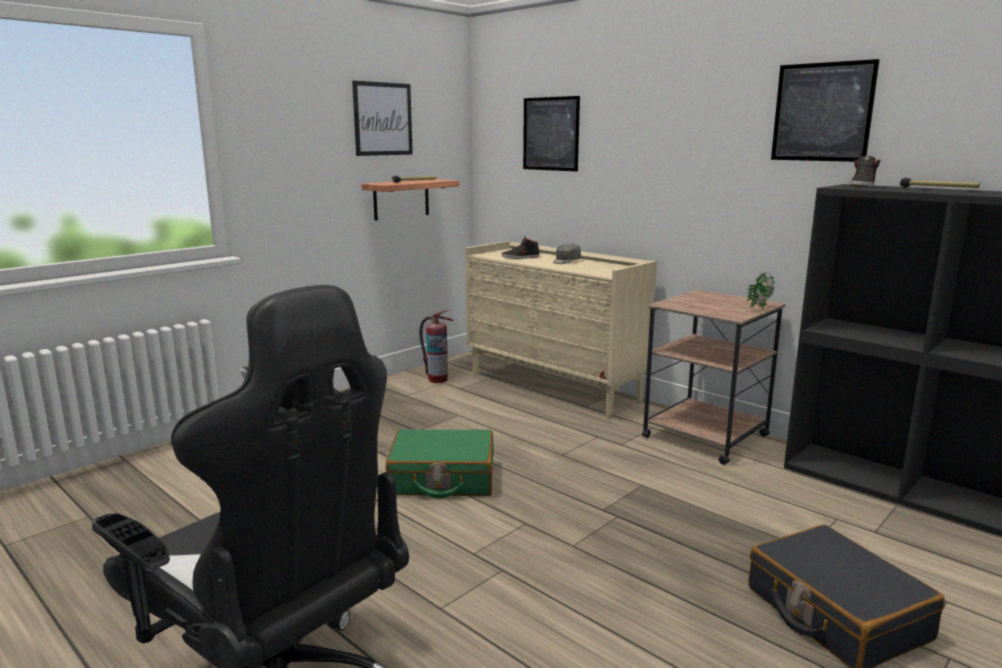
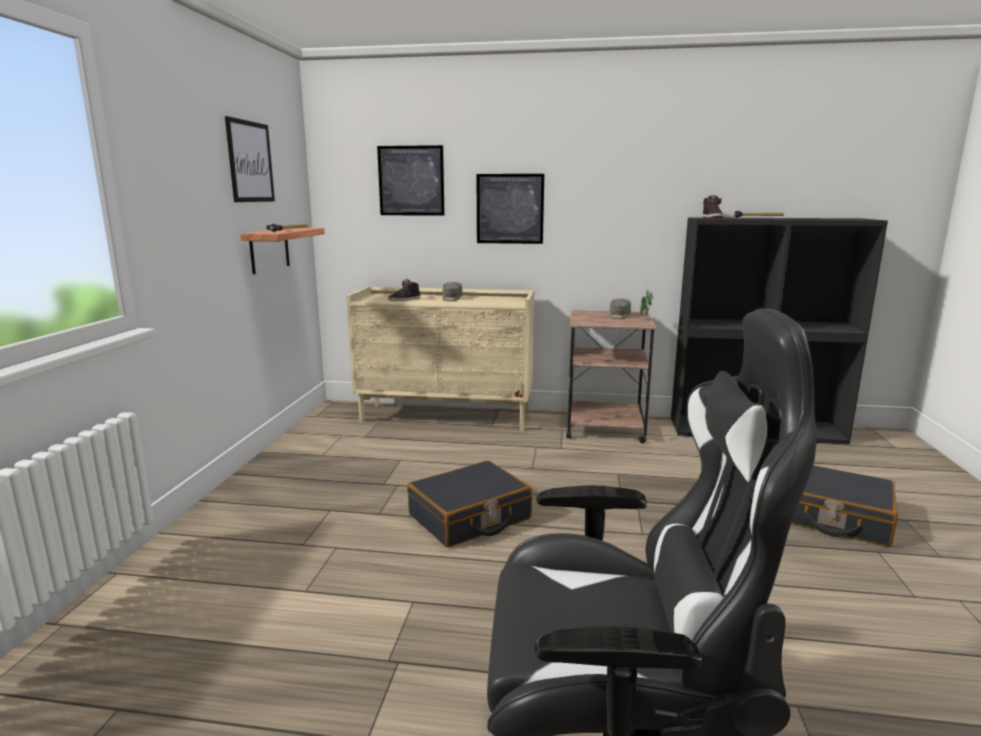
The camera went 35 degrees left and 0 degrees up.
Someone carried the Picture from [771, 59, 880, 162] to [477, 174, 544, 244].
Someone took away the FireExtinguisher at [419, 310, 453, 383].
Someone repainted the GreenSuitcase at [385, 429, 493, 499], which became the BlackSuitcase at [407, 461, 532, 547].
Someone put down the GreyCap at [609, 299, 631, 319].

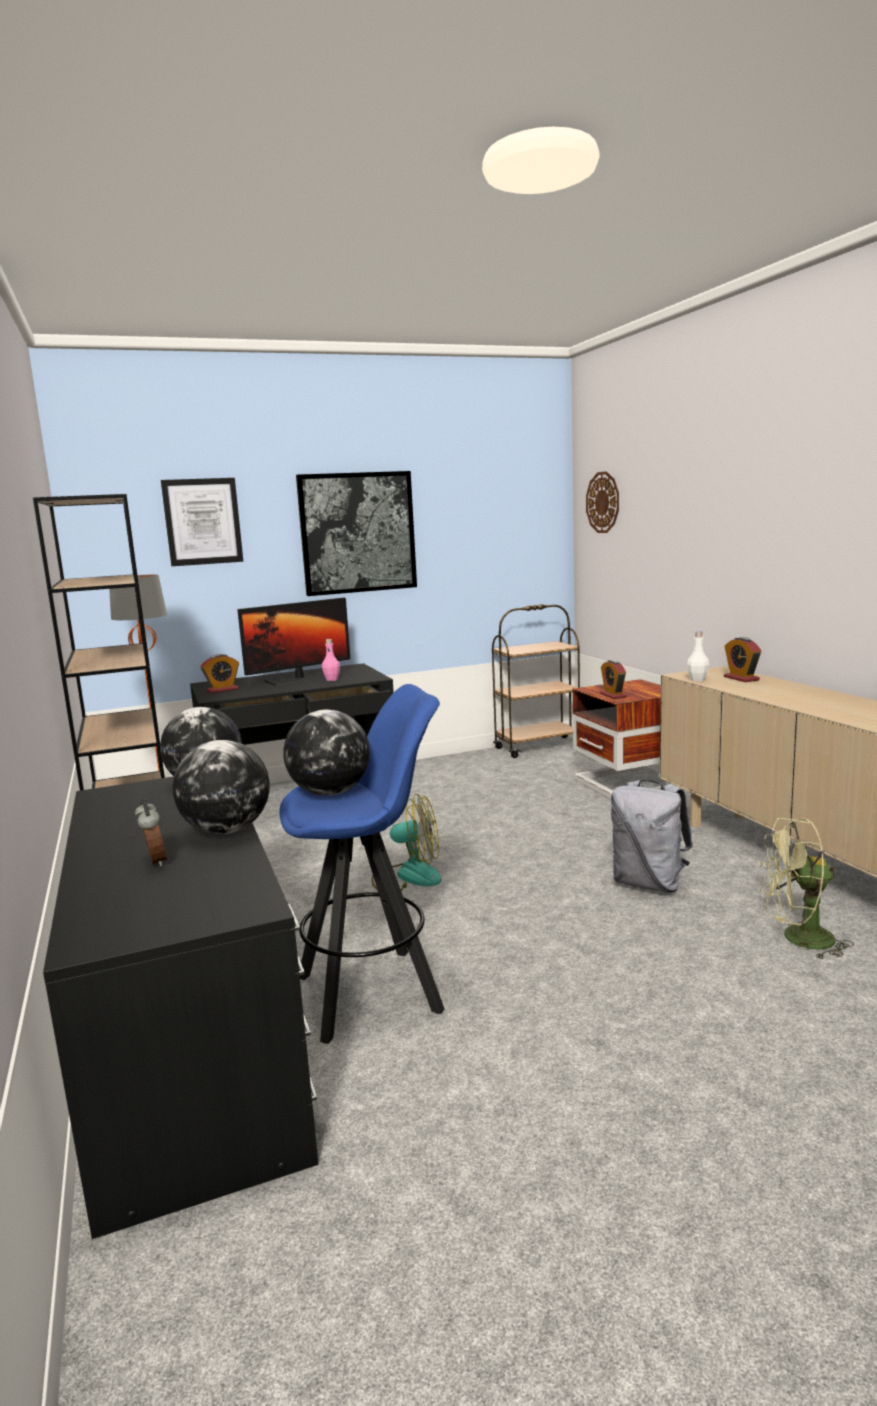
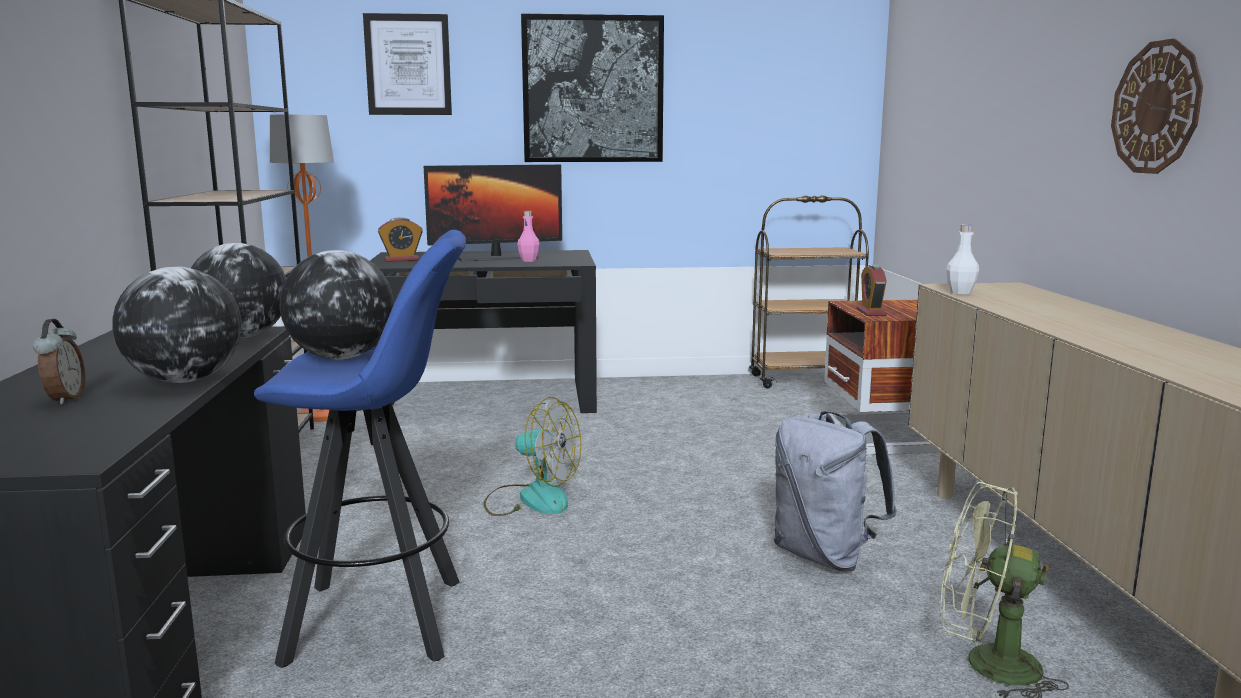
The camera went 15 degrees right and 0 degrees up.
Someone carried the WallClock from [586, 471, 619, 533] to [1111, 38, 1203, 174].
Someone took away the AlarmClock at [724, 637, 761, 682].

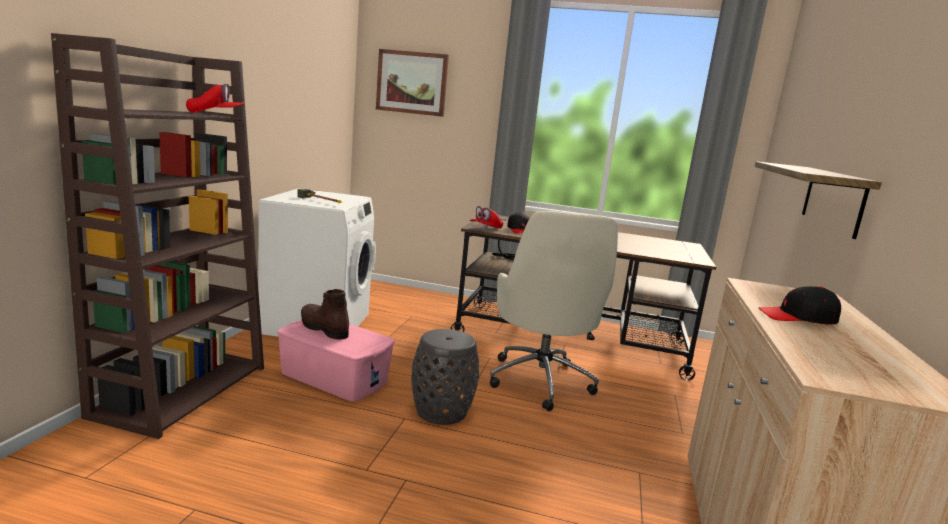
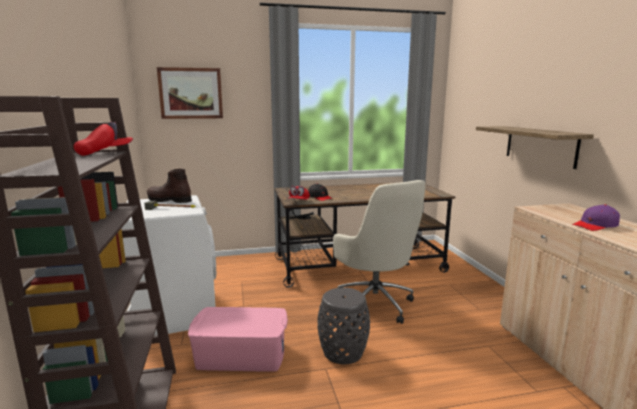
The camera went 25 degrees left and 0 degrees up.
Someone repainted the BlackCap at [758, 286, 841, 325], which became the PurpleCap at [572, 204, 620, 231].
Someone carried the BrownBoot from [301, 289, 349, 340] to [147, 169, 192, 203].

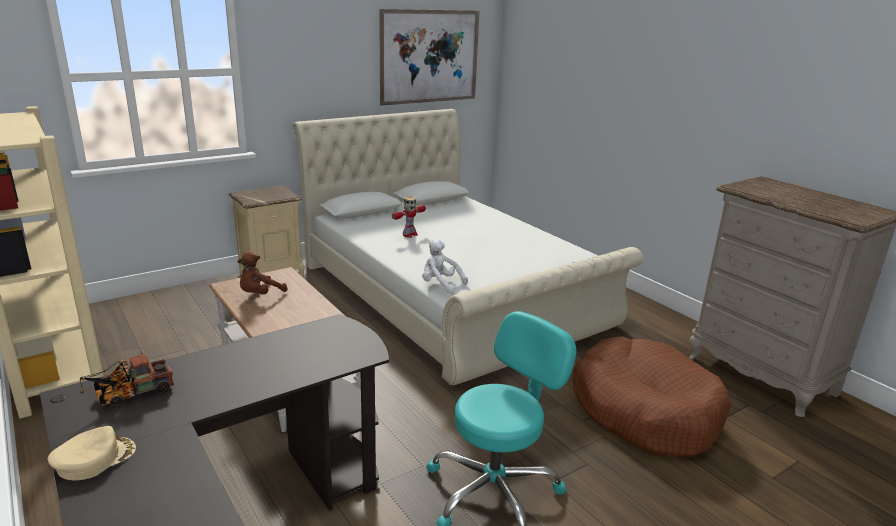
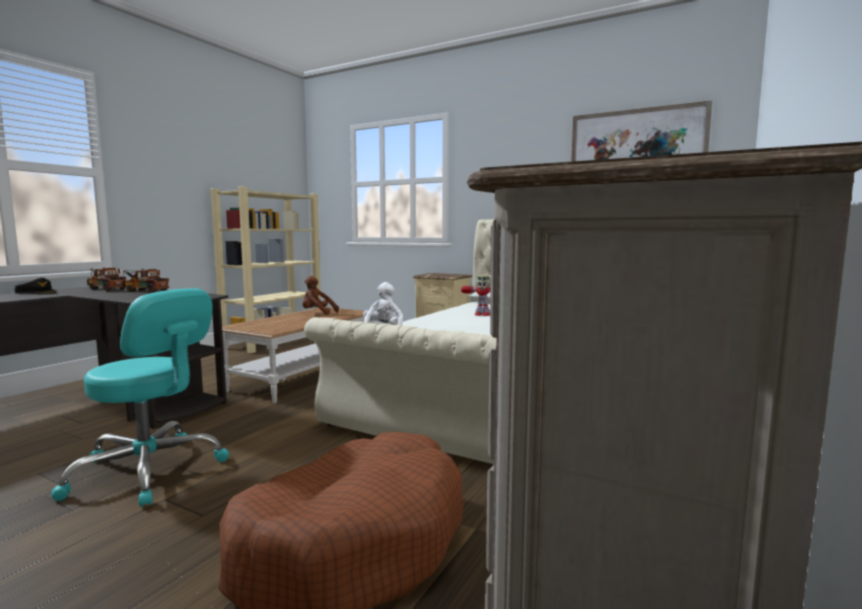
The camera went 65 degrees right and 15 degrees down.
Someone repainted the BeigeCap at [48, 426, 136, 480], which became the BlackCap at [14, 278, 57, 294].
Someone put down the ToyTruck at [123, 269, 169, 293].

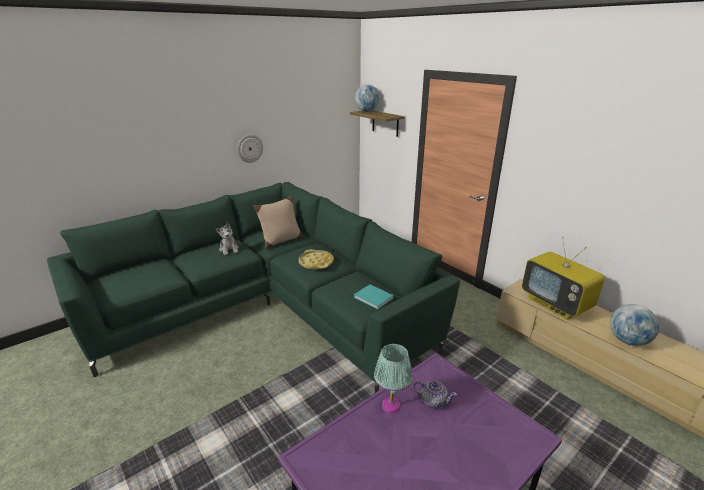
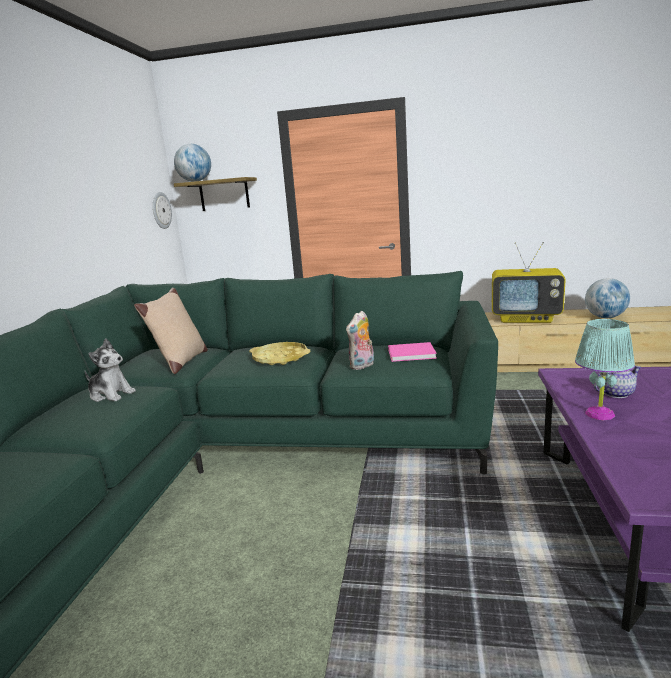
The camera went 40 degrees left and 10 degrees down.
Someone carried the WallClock from [237, 134, 263, 163] to [153, 192, 172, 229].
Someone repainted the TurquoiseBook at [354, 285, 394, 310], which became the PinkBook at [388, 342, 437, 362].
Someone put down the PlushToy at [346, 311, 374, 370].

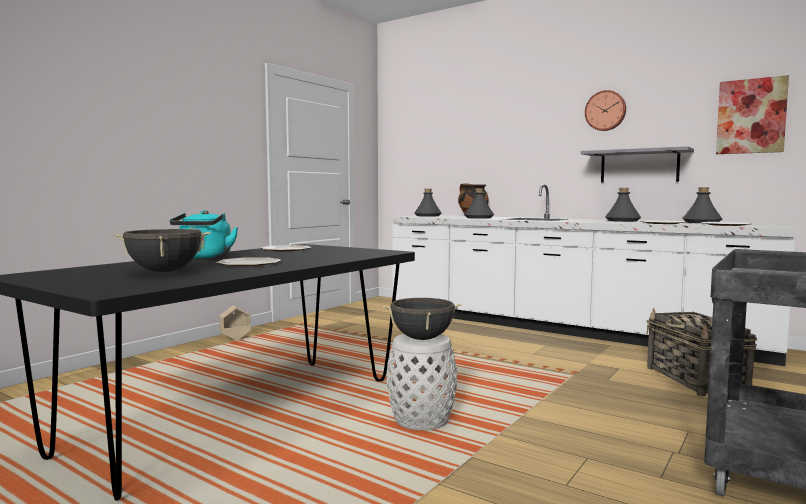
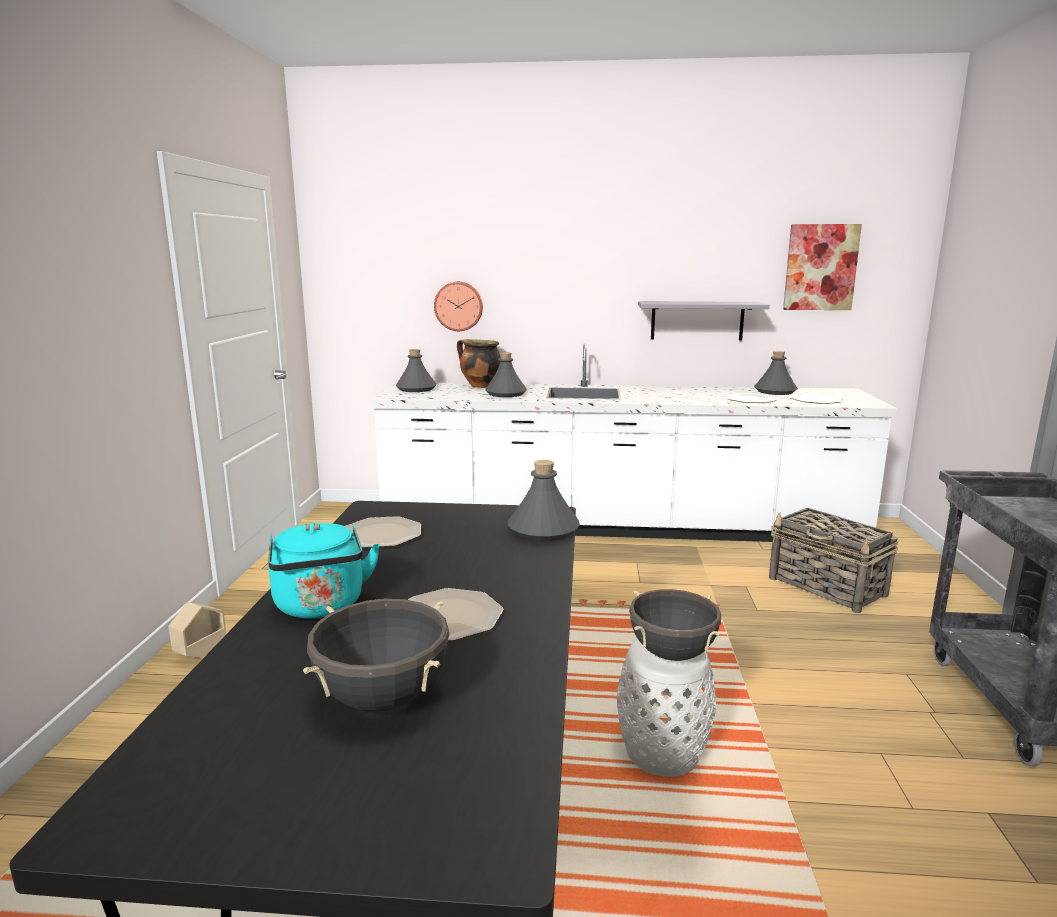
The camera went 30 degrees left and 10 degrees up.
Someone carried the WallClock from [585, 90, 626, 131] to [434, 282, 483, 331].
Someone carried the GreyBottle from [605, 188, 641, 222] to [508, 460, 580, 541].

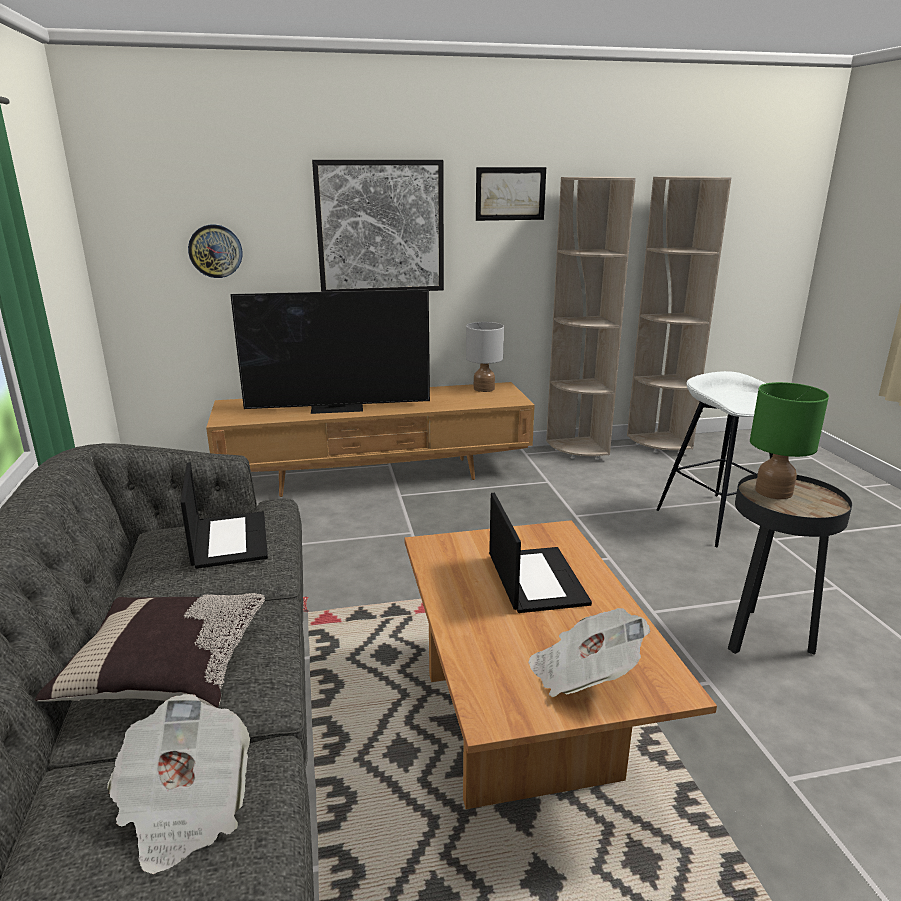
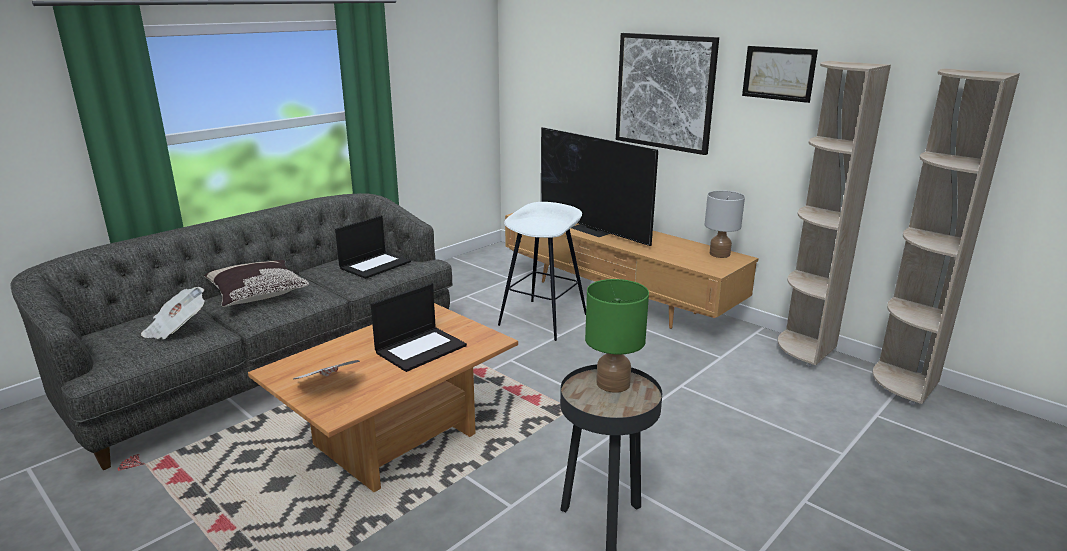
The camera went 55 degrees right and 0 degrees up.
Someone took away the WallClock at [188, 225, 242, 278].
Someone carried the WhiteStool from [657, 371, 773, 547] to [498, 202, 586, 341].

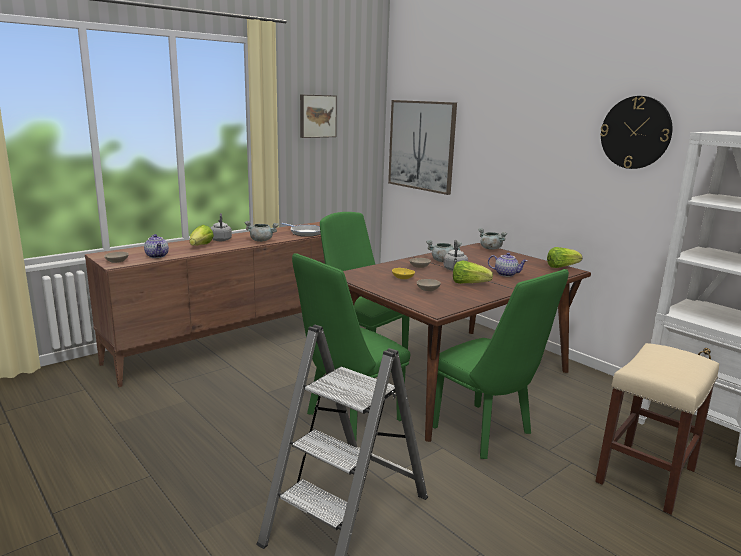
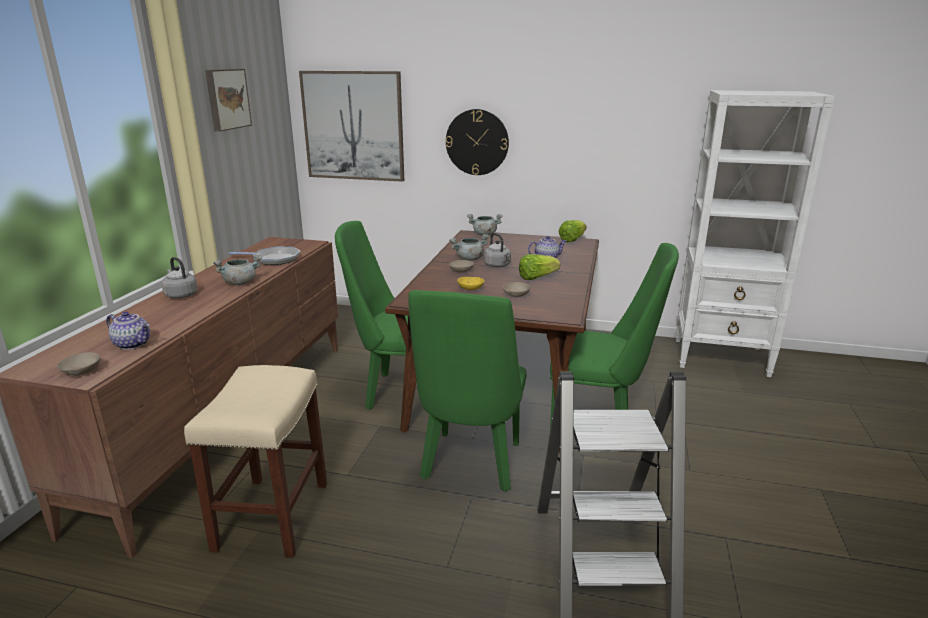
The camera went 35 degrees left and 5 degrees up.
Someone carried the WallClock from [600, 96, 672, 169] to [446, 109, 509, 175].
Someone took away the Lettuce at [189, 225, 214, 246].
Someone carried the BeigeStool from [595, 343, 719, 515] to [184, 365, 327, 558].

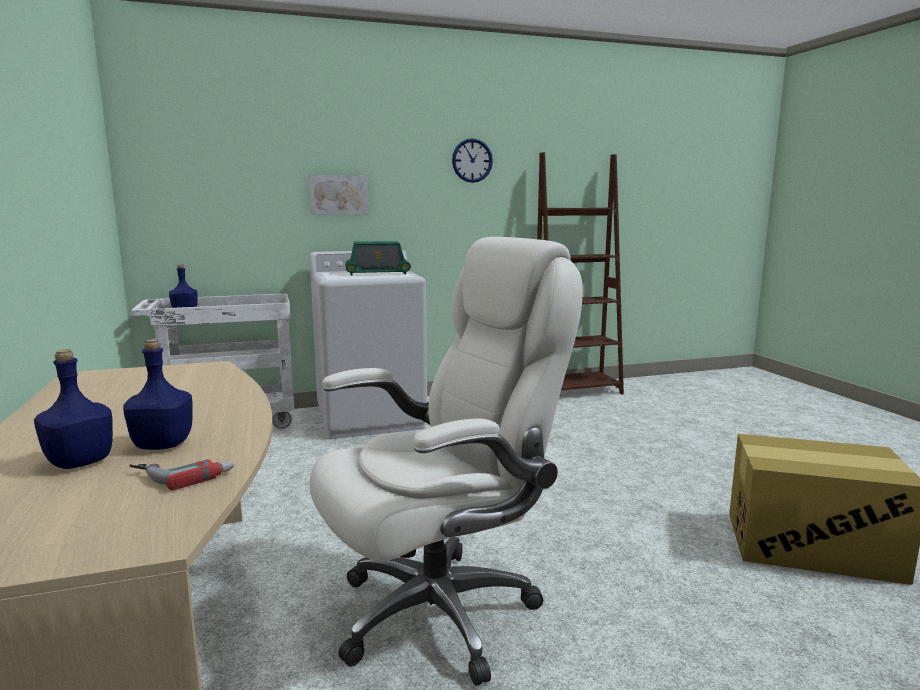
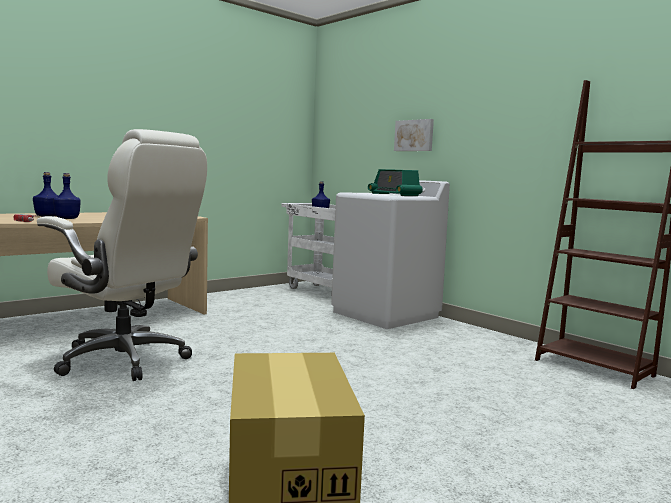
The camera went 65 degrees right and 5 degrees down.
Someone took away the WallClock at [452, 138, 493, 183].

